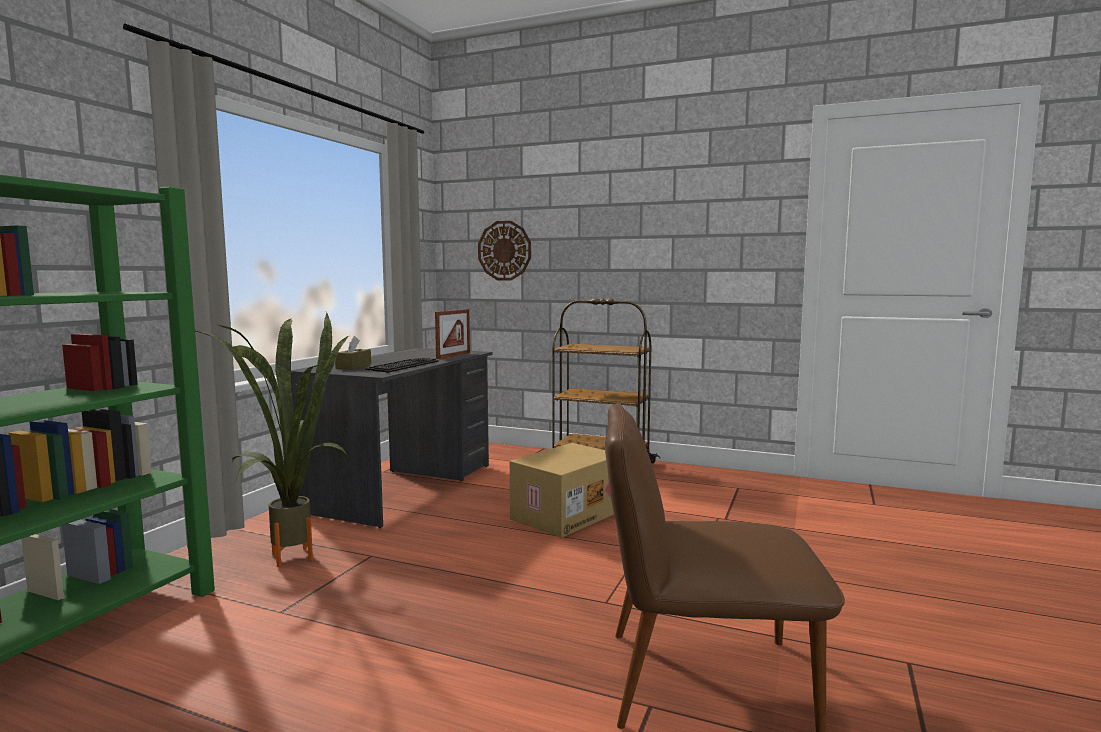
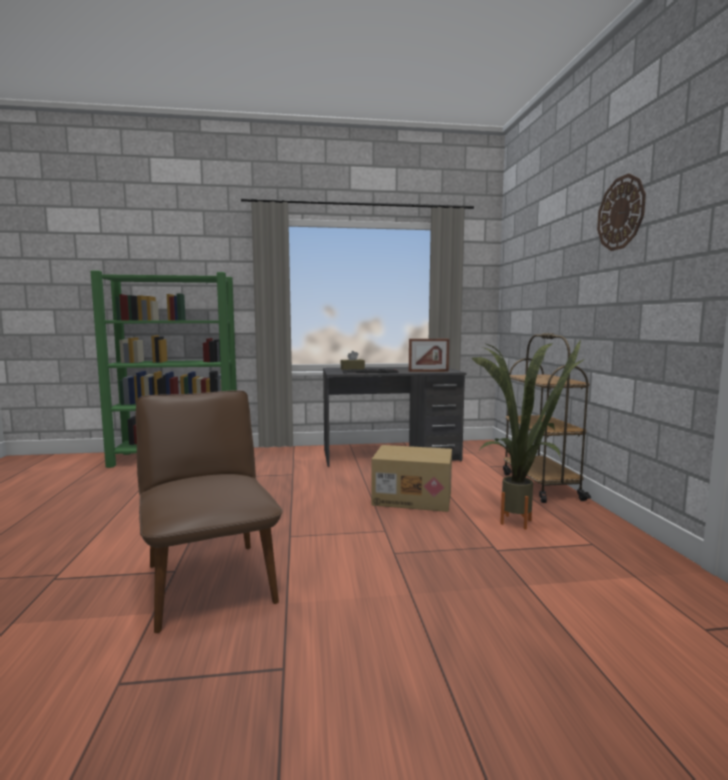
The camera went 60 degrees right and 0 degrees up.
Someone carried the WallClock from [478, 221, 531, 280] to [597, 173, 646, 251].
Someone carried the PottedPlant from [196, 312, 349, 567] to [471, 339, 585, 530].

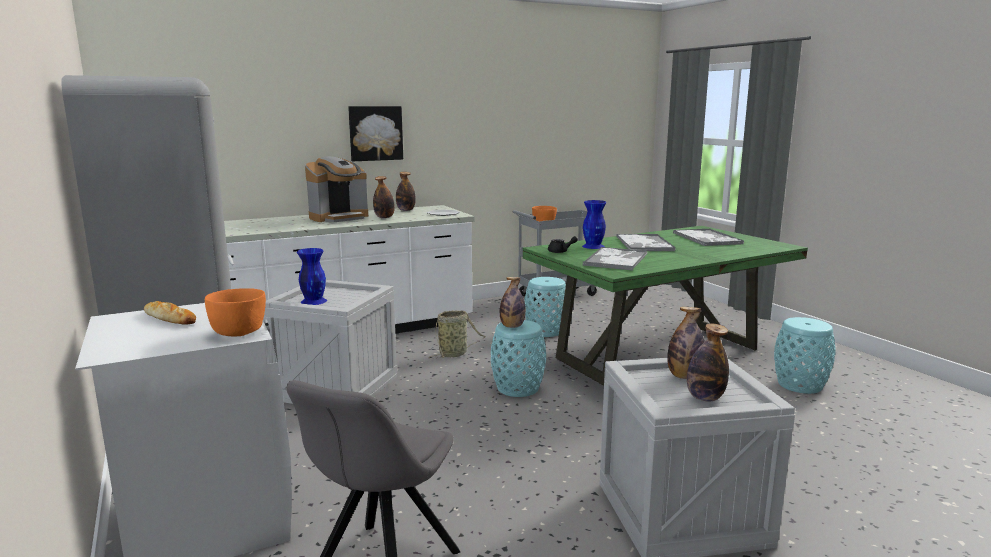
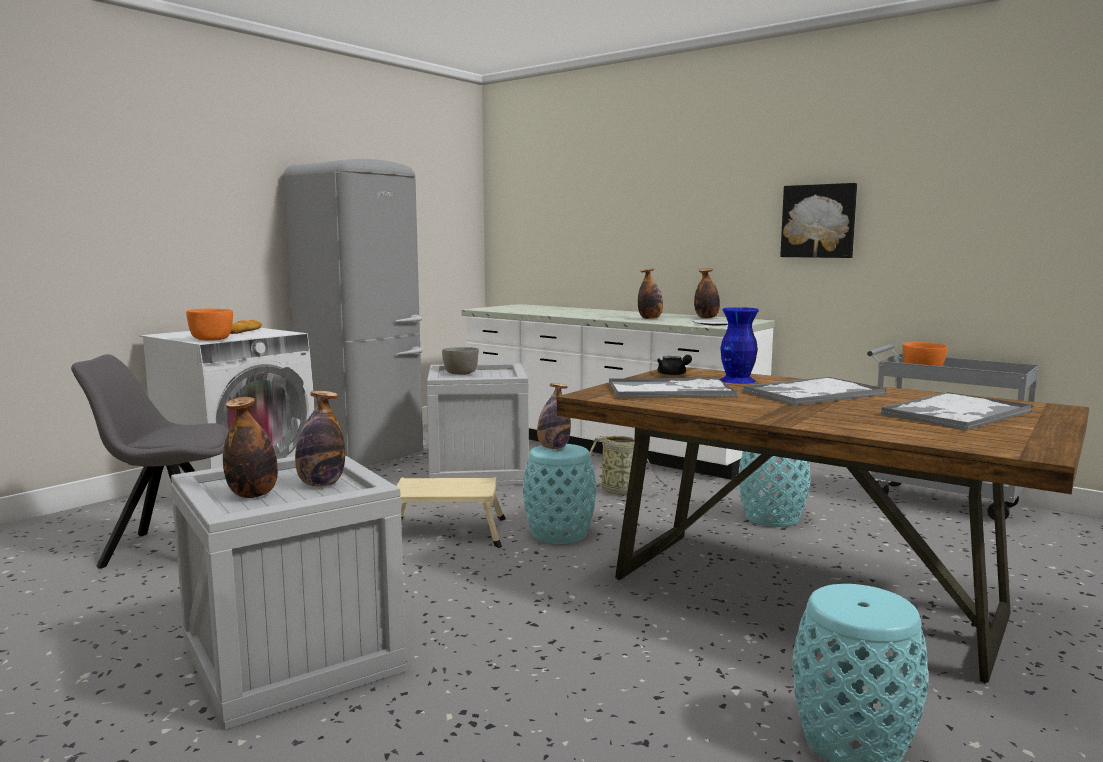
The camera went 65 degrees right and 5 degrees down.
Someone carried the Picture from [348, 106, 403, 161] to [780, 183, 857, 258].
Someone took away the CoffeeMachine at [305, 156, 368, 222].
Someone repainted the GreenDiningTable at [523, 226, 808, 386], which became the BrownDiningTable at [556, 367, 1089, 683].
Someone swapped the BlueVase at [297, 248, 327, 305] for the GreyBowl at [442, 347, 479, 375].
Someone put down the BeigeStepLadder at [397, 477, 506, 548].

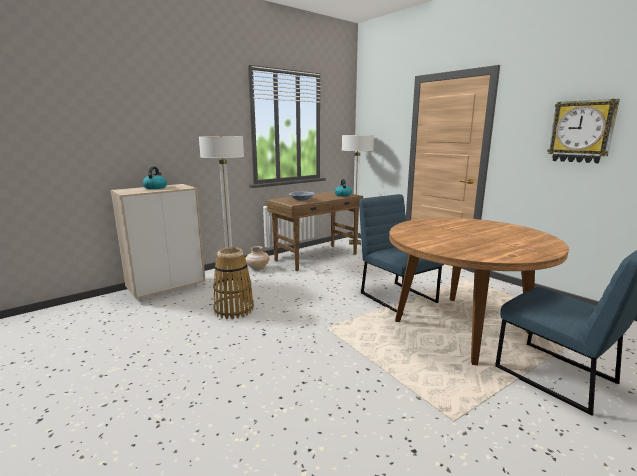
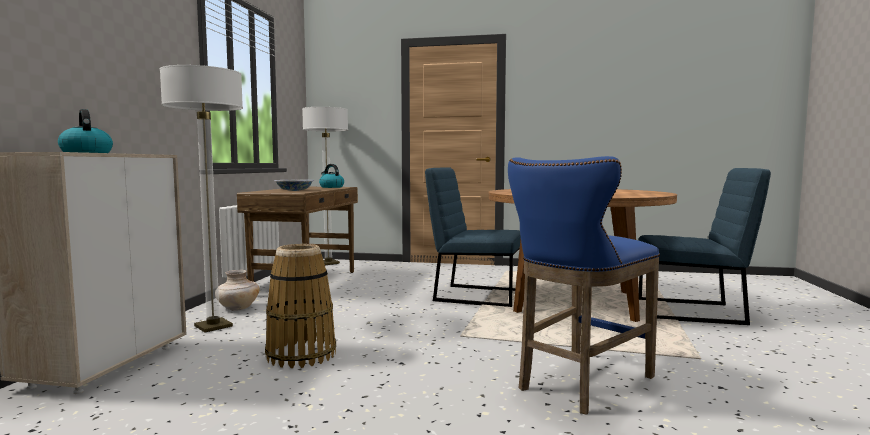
The camera went 40 degrees left and 10 degrees down.
Someone took away the WallClock at [547, 99, 620, 163].
Someone put down the BlueStool at [508, 156, 660, 415].

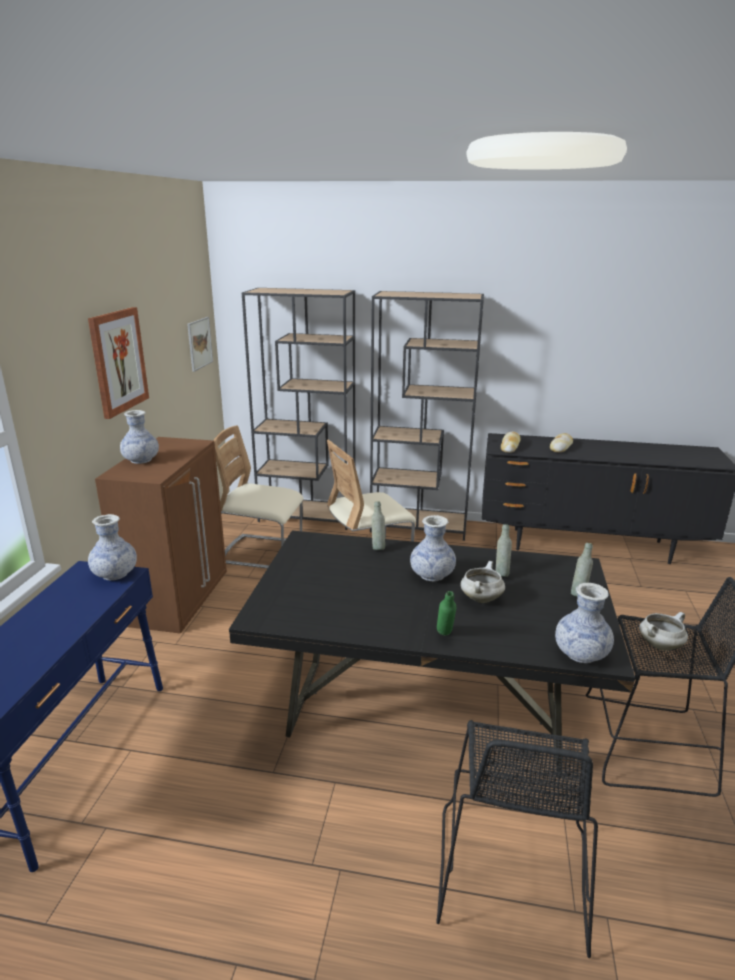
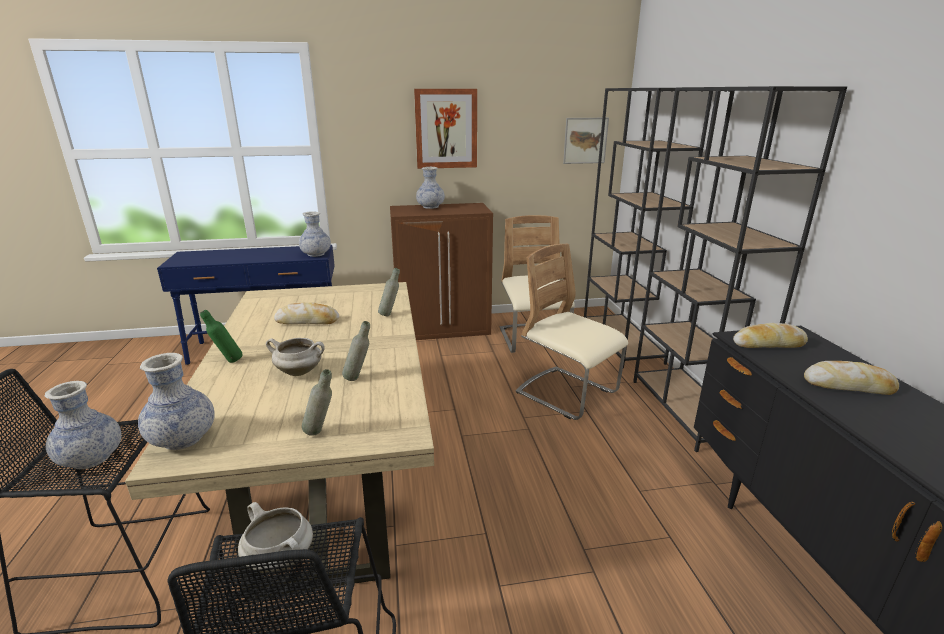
The camera went 70 degrees right and 0 degrees up.
Someone carried the Vase from [410, 515, 456, 581] to [45, 381, 122, 469].
Someone repainted the BlackDiningTable at [229, 531, 635, 777], which became the BeigeDiningTable at [125, 282, 434, 599].
Someone put down the Bread at [274, 303, 339, 324].

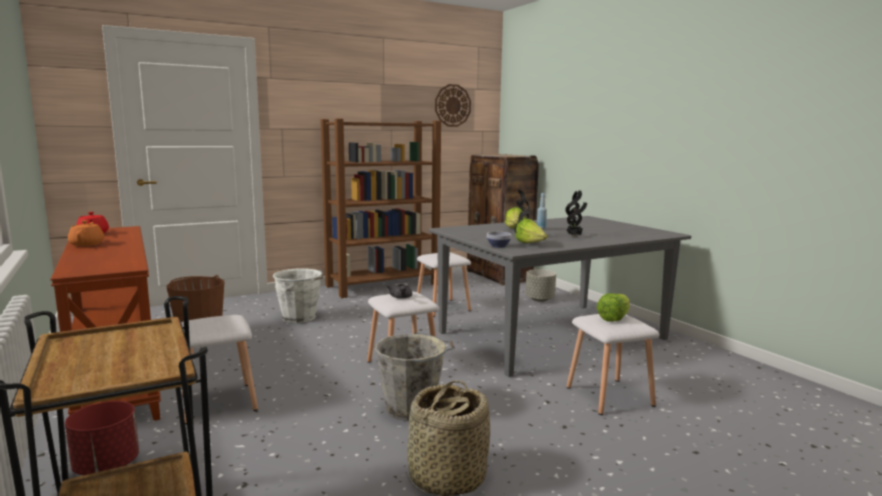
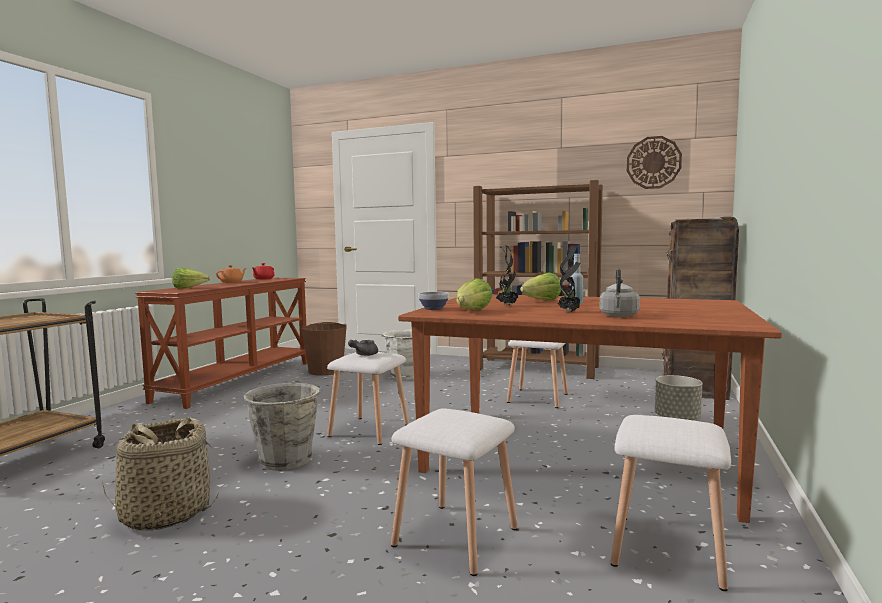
The camera went 50 degrees right and 5 degrees down.
Someone repainted the GreyDiningTable at [429, 216, 691, 377], which became the BrownDiningTable at [398, 294, 782, 523].
Someone carried the Lettuce from [597, 293, 630, 322] to [172, 267, 210, 289].
Someone carried the WhiteStool from [181, 315, 258, 424] to [611, 415, 731, 591].
Someone took away the RedPlanter at [65, 401, 139, 475].
Someone put down the GreyKettle at [600, 268, 640, 317].

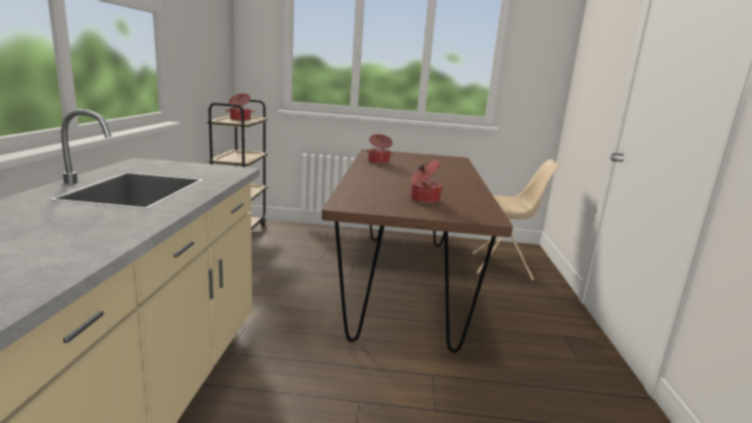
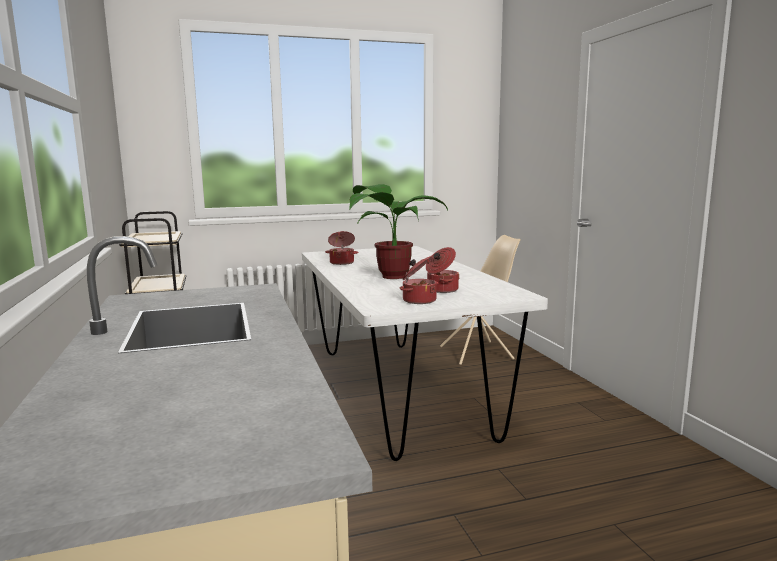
The camera went 20 degrees left and 5 degrees down.
Someone carried the CookingPot from [226, 93, 255, 121] to [400, 256, 438, 304].
Someone repainted the BrownDiningTable at [322, 149, 513, 353], which became the WhiteDiningTable at [302, 246, 548, 461].
Someone put down the PottedPlant at [349, 184, 448, 279].

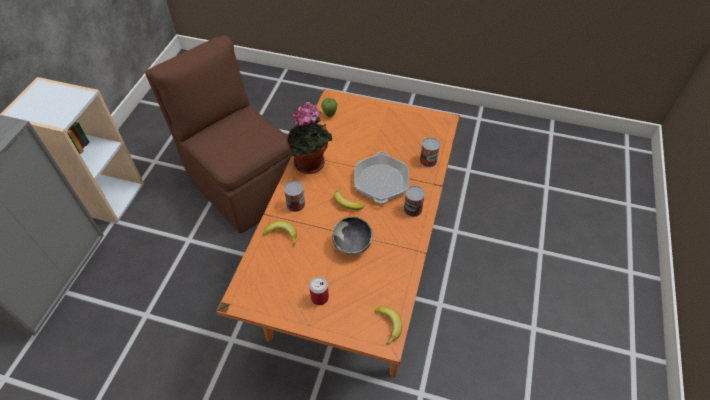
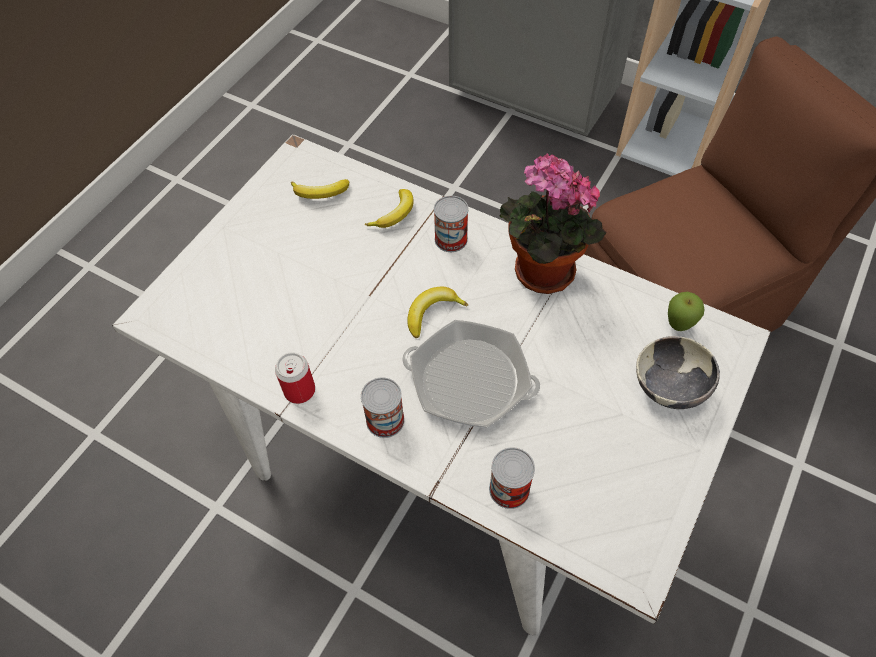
The camera went 105 degrees right and 5 degrees up.
Someone repainted the OrangeDiningTable at [216, 89, 460, 377], which became the WhiteDiningTable at [112, 134, 771, 636].
Someone carried the Bowl from [332, 217, 373, 255] to [636, 336, 720, 409].
Someone carried the Can from [309, 277, 329, 305] to [275, 352, 315, 404].
Someone carried the Banana from [375, 306, 402, 345] to [291, 179, 349, 199].

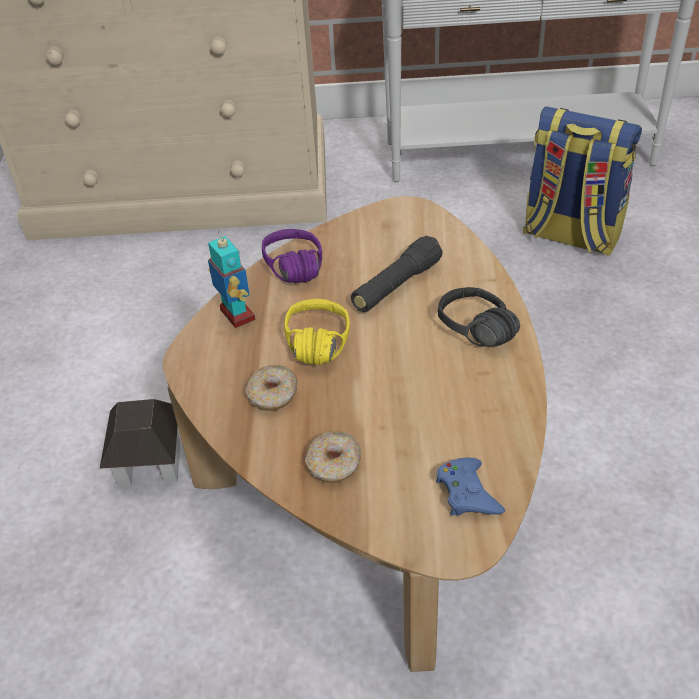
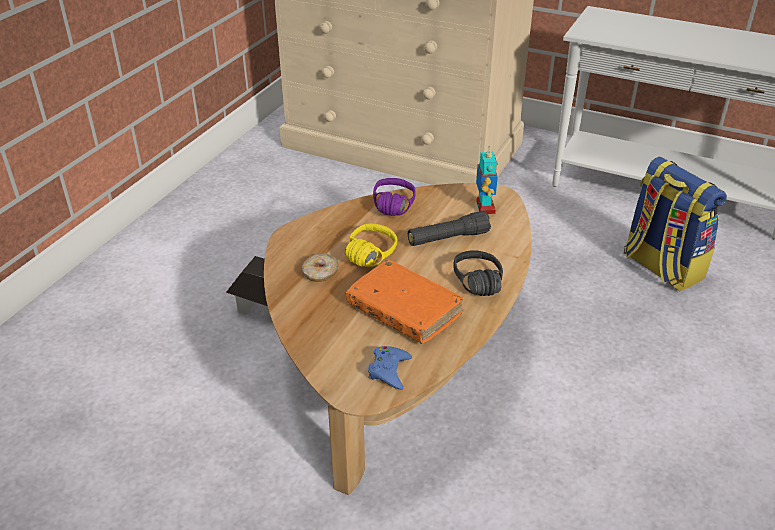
The camera went 25 degrees right and 5 degrees down.
Someone carried the ToyRobot from [208, 230, 256, 328] to [476, 146, 498, 214].
Someone took away the Donut at [305, 431, 361, 483].
Someone put down the OrangeBook at [346, 260, 463, 344].

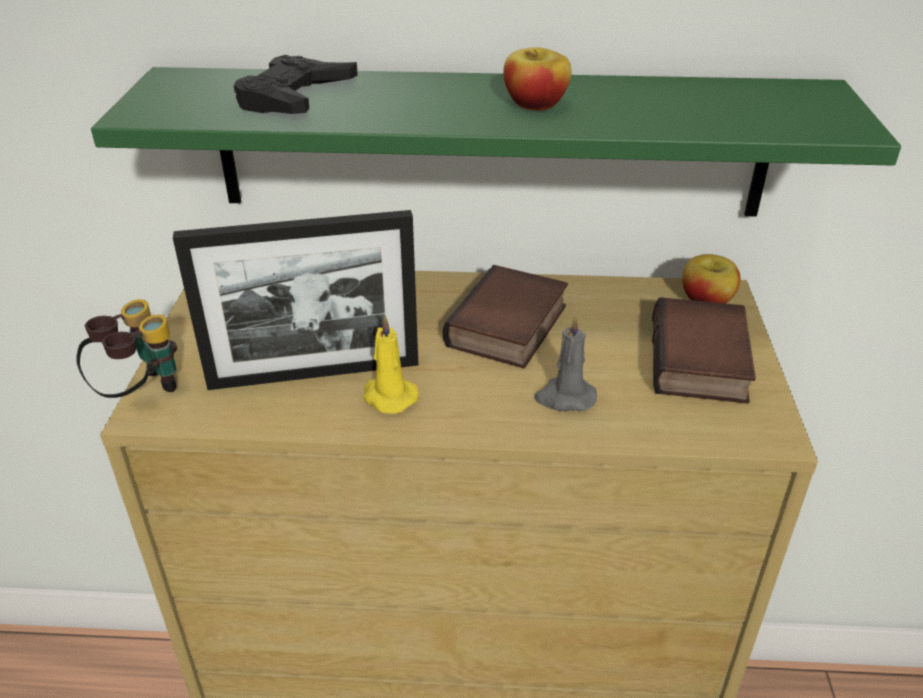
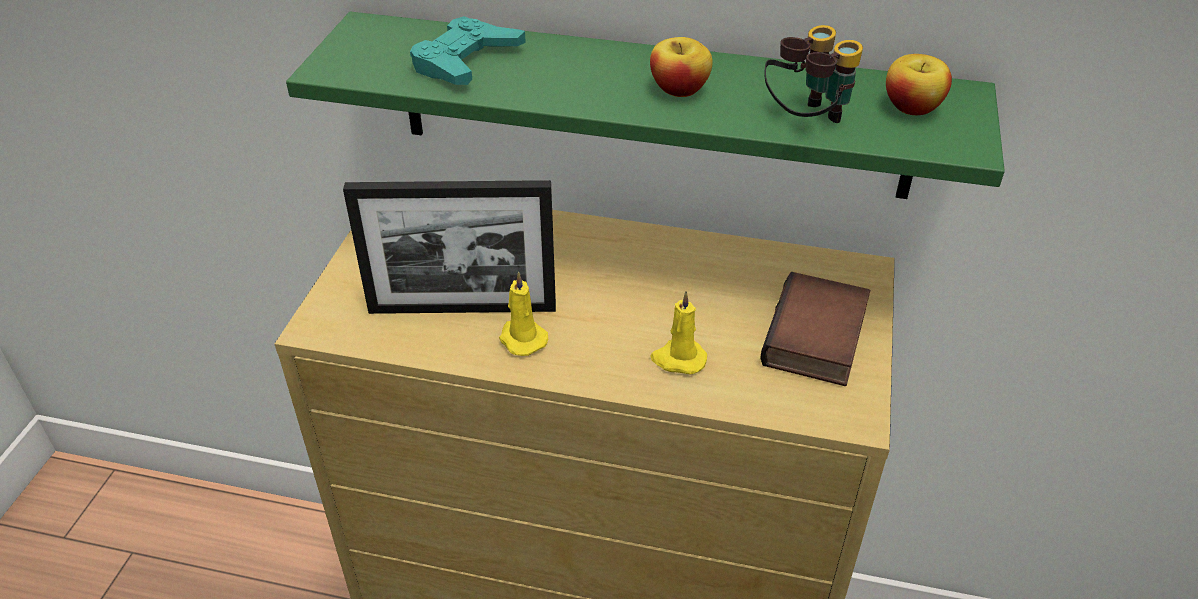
The camera went 10 degrees right and 5 degrees up.
Someone repainted the BlackGameController at [233, 55, 358, 114], which became the TurquoiseGameController at [410, 16, 526, 85].
Someone carried the Apple from [682, 254, 741, 304] to [886, 54, 952, 115].
Someone took away the Book at [443, 265, 568, 368].
Someone carried the Binoculars from [76, 299, 177, 398] to [765, 25, 863, 123].
Someone repainted the GreyCandle at [534, 315, 597, 411], which became the YellowCandle at [650, 291, 707, 375].

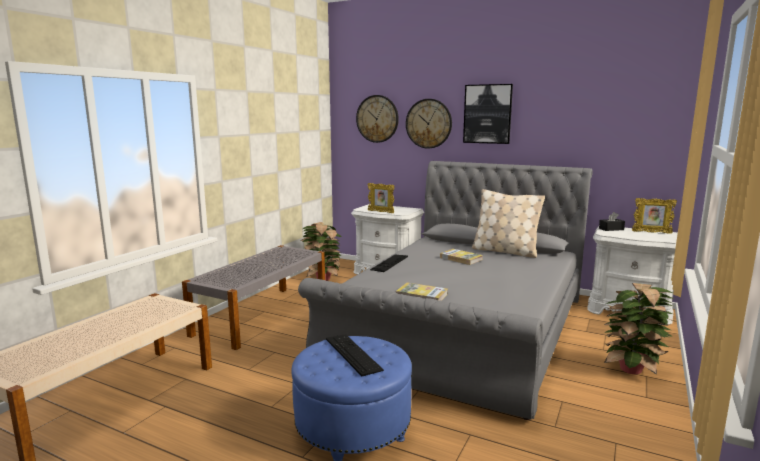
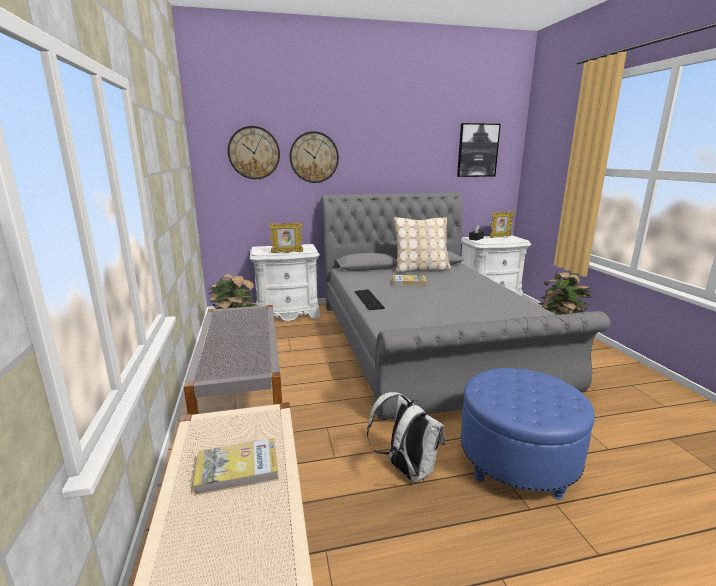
The camera went 40 degrees left and 5 degrees up.
Someone carried the Picture from [463, 84, 513, 144] to [457, 123, 501, 177].
Someone carried the Book from [396, 282, 448, 301] to [193, 439, 279, 495].
Someone took away the Keyboard at [326, 334, 384, 376].
Someone put down the WhiteBackpack at [367, 392, 445, 482].

